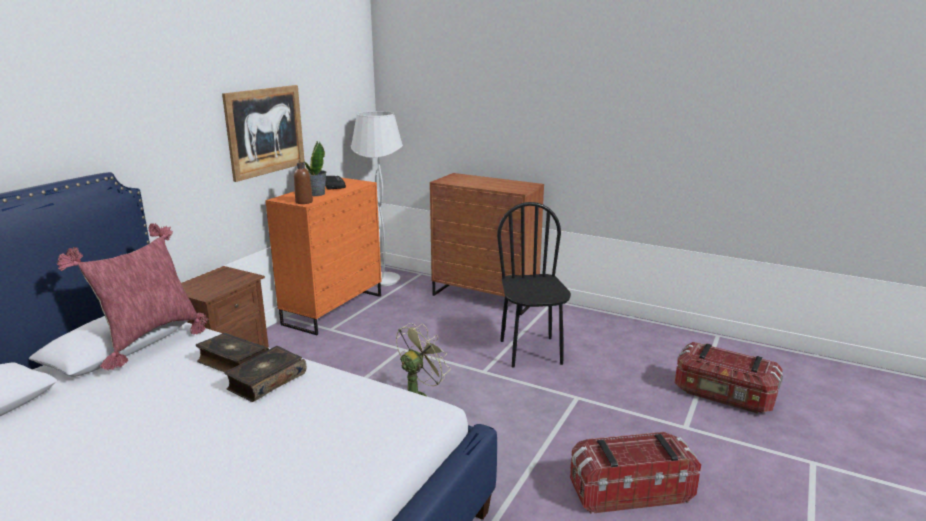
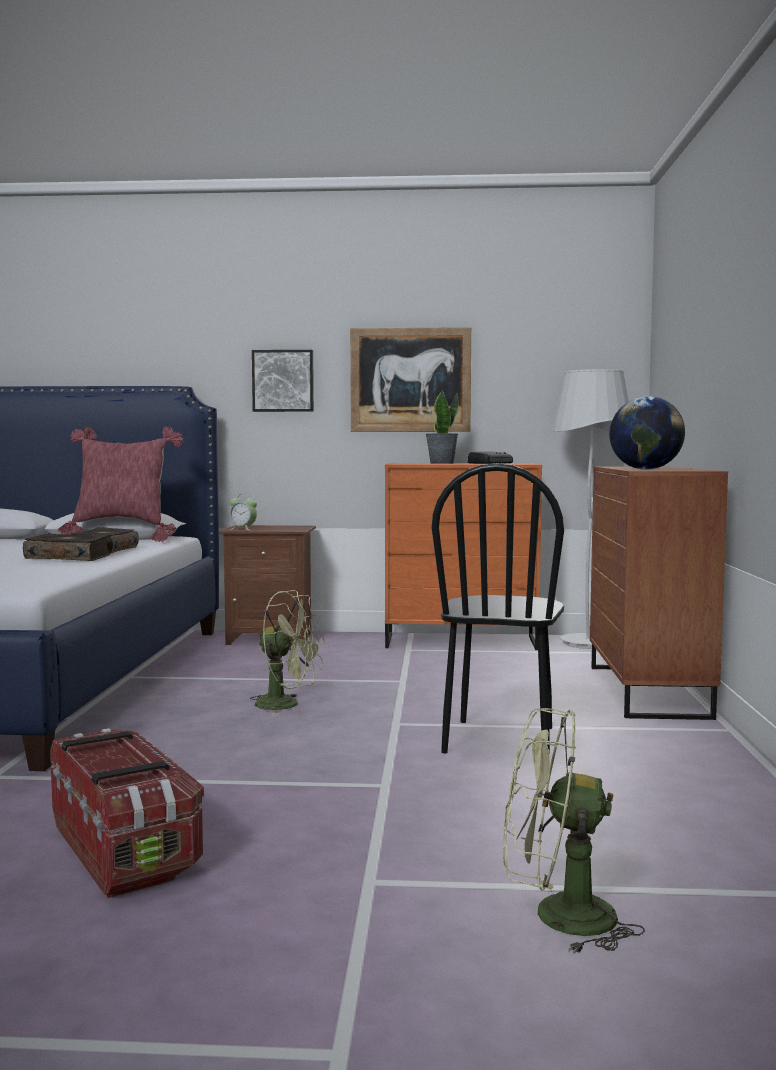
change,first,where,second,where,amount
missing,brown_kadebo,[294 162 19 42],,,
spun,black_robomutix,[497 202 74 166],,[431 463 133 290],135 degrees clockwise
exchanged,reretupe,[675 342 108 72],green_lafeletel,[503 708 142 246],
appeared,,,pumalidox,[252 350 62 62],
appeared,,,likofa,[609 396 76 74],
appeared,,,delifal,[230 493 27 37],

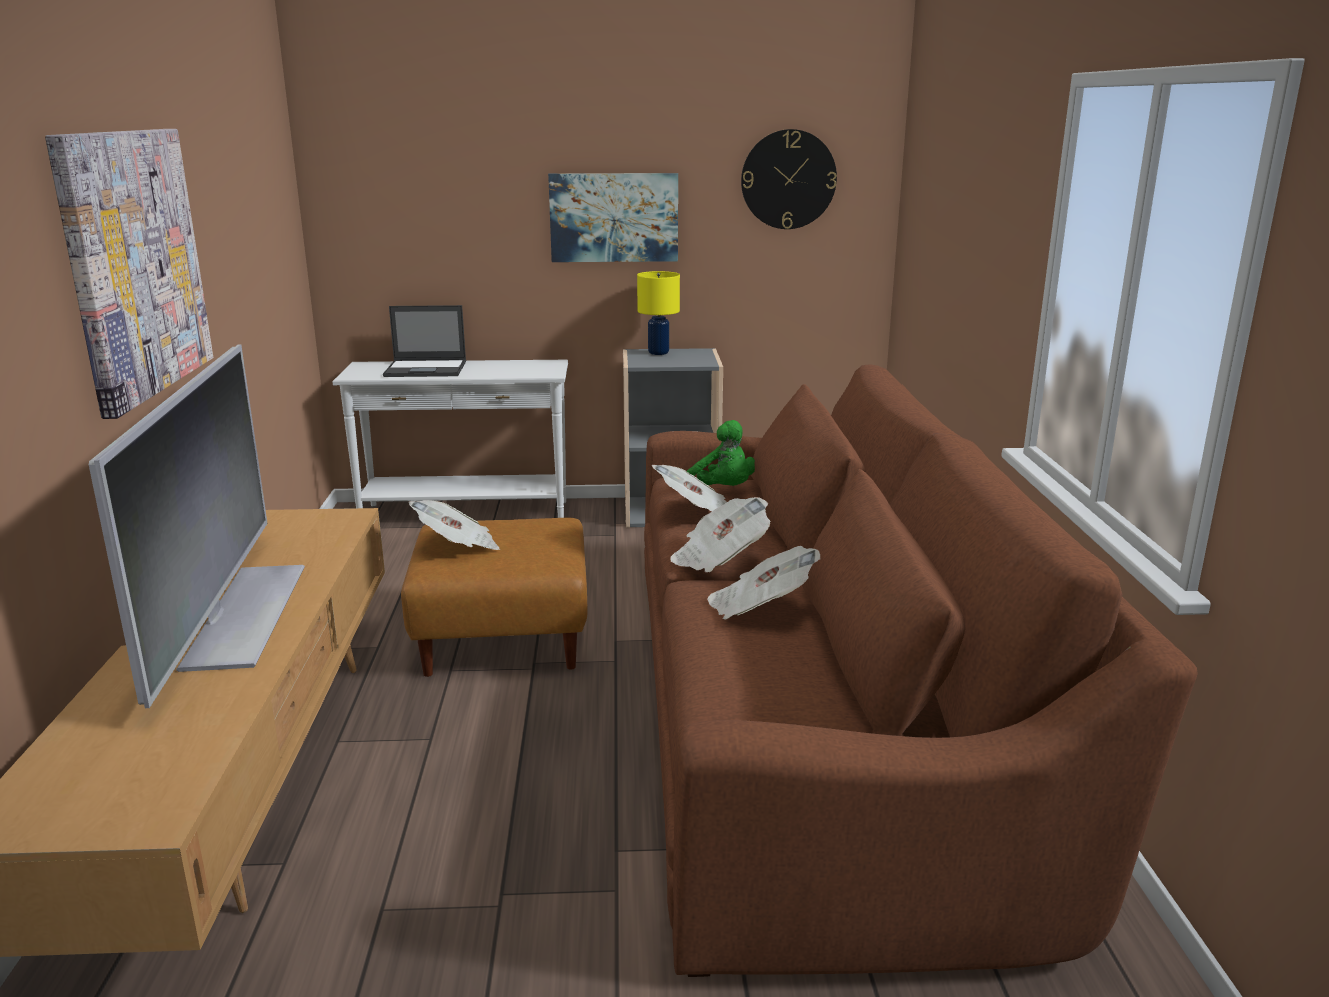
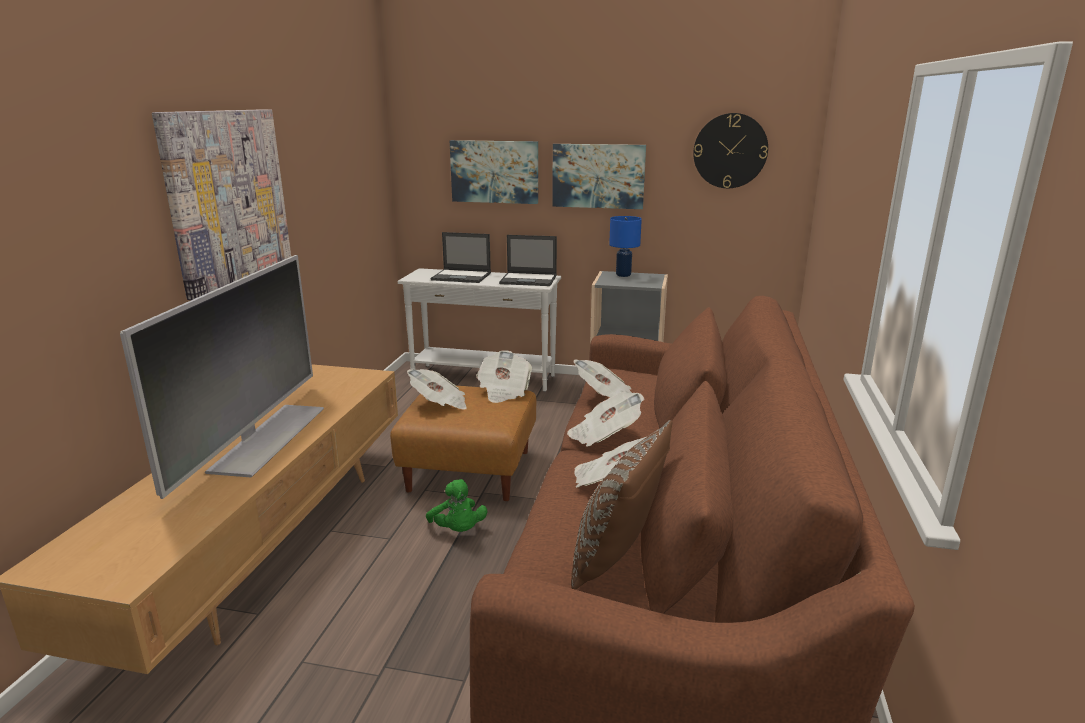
change,first,where,second,where,amount
colour,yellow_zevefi,[637 271 43 84],blue_zevefi,[609 216 33 61],
relocated,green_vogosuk,[687 420 68 66],,[426 479 62 53],
appeared,,,pumalidox,[450 140 88 64],
appeared,,,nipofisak,[499 235 58 51],
appeared,,,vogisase,[477 350 55 53],
appeared,,,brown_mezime,[571 420 101 170],

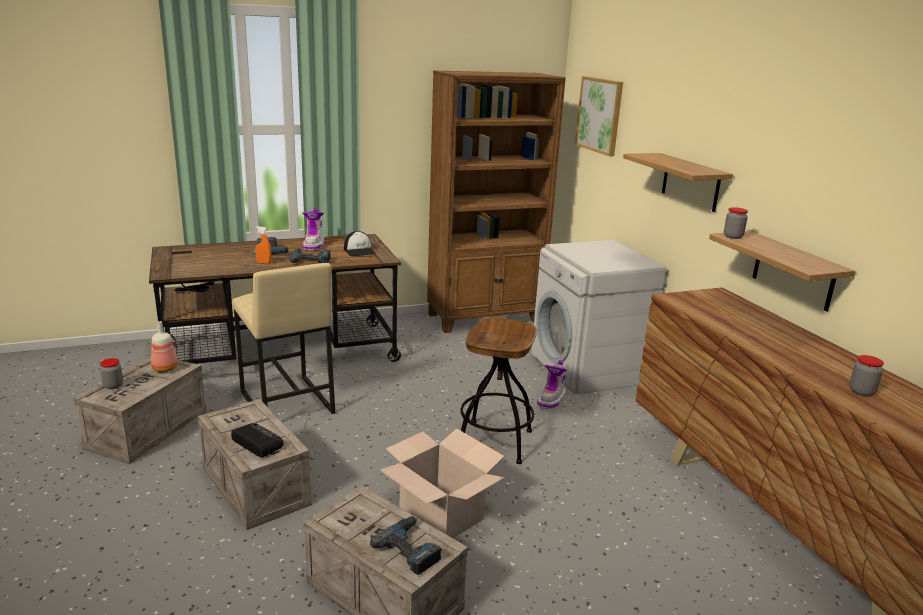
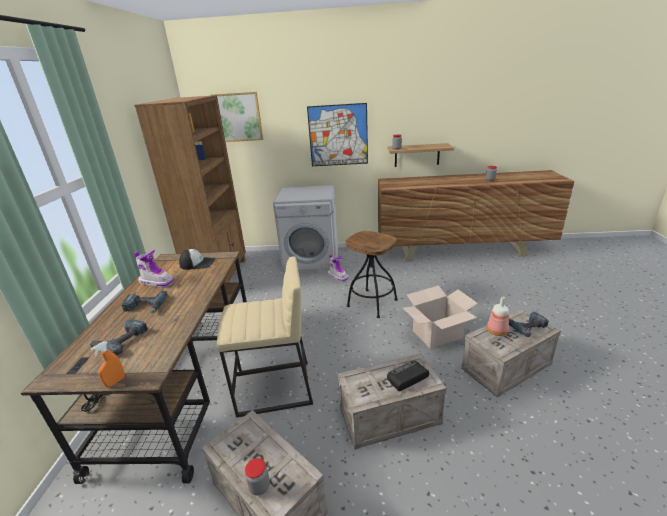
change,first,where,second,where,amount
exchanged,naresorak,[623 153 110 59],pumalidox,[307 103 61 63],
relocated,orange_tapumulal,[255 226 16 38],,[91 341 34 46],
relocated,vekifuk,[289 248 42 15],,[89 319 59 36],
relocated,kadebo,[151 321 27 51],,[487 296 22 40],

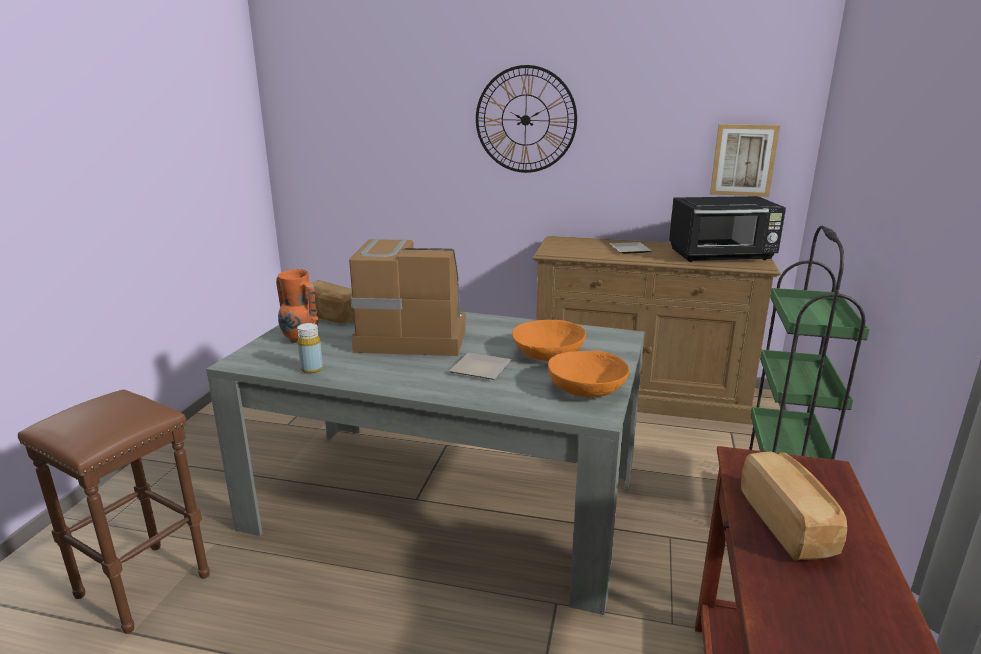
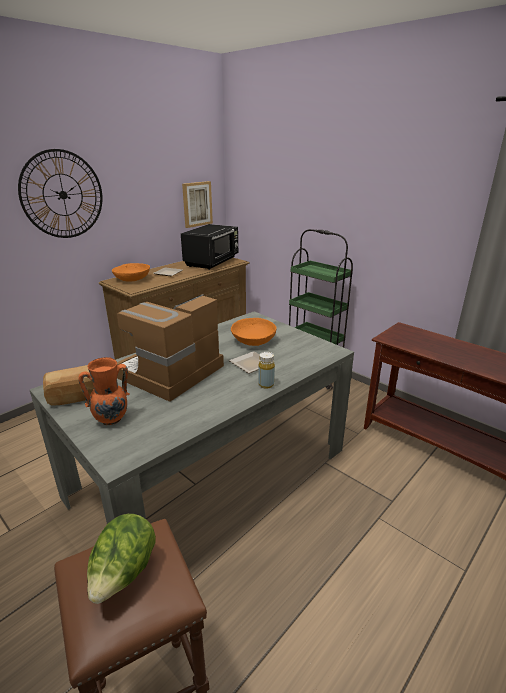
change,first,where,second,where,amount
relocated,yellow_kadebo,[297 323 26 51],,[258 352 17 37],
relocated,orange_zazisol,[548 351 81 46],,[112 263 38 19],
missing,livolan,[741 452 106 109],,,
appeared,,,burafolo,[87 514 69 90],

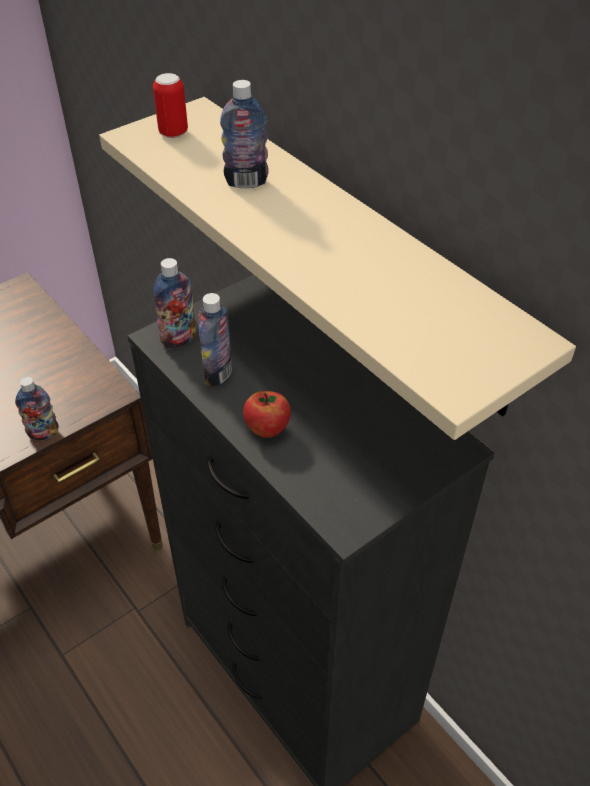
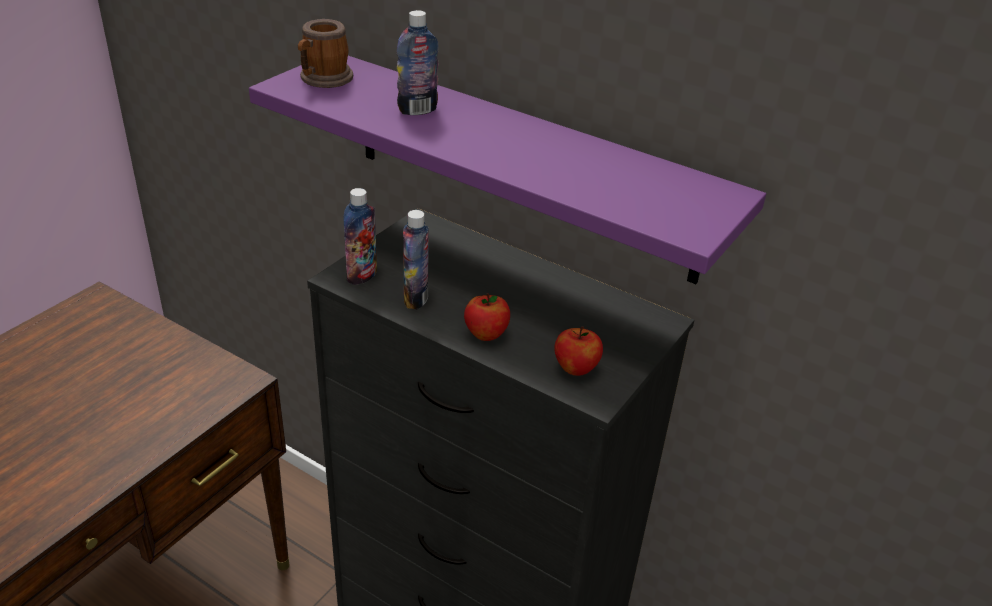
change,first,where,second,where,amount
exchanged,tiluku,[153 73 35 65],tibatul,[298 19 55 69],
colour,beige_naresorak,[99 97 477 343],purple_naresorak,[249 56 517 228],
missing,kadebo,[15 377 44 63],,,
appeared,,,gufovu,[554 326 49 50],

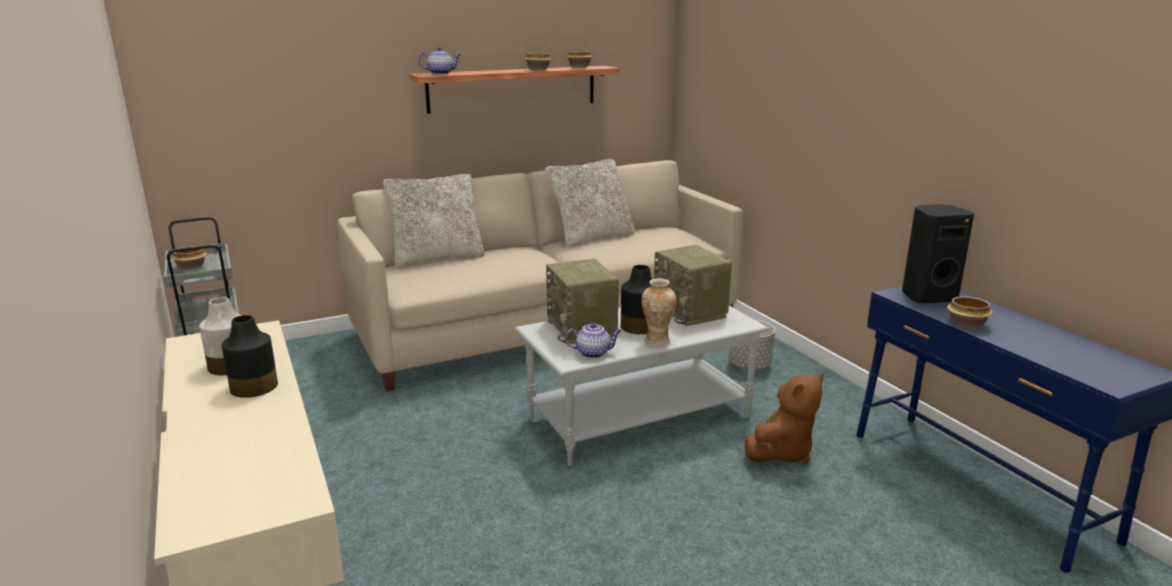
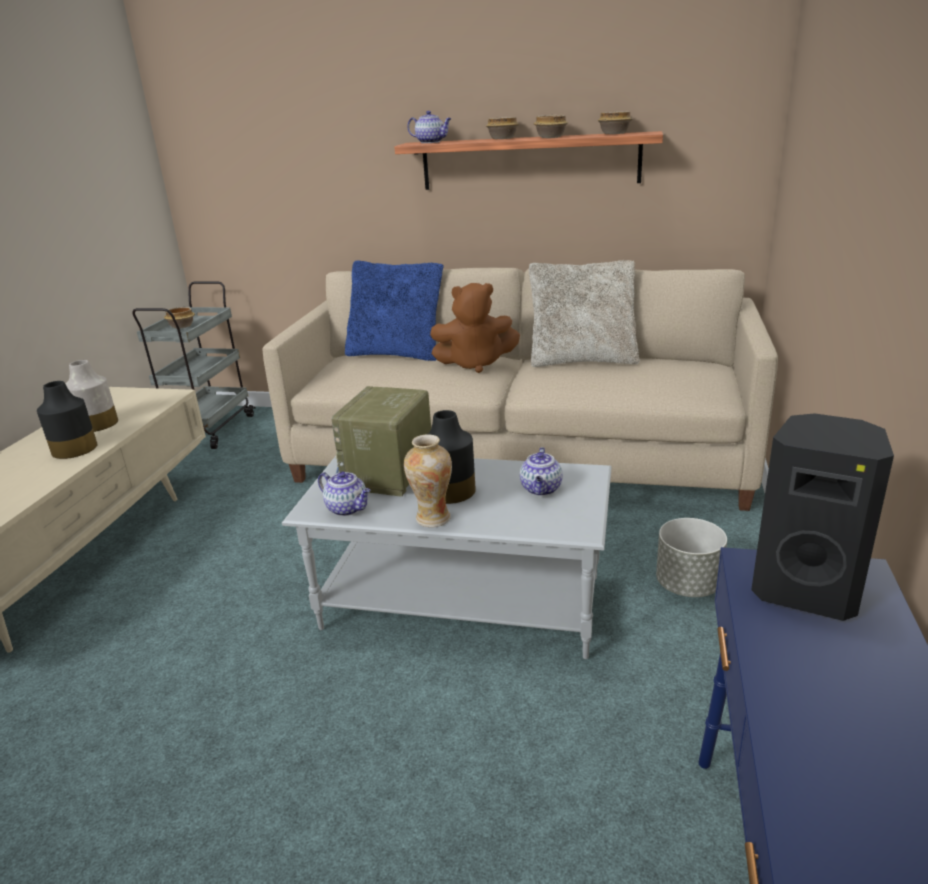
change,first,where,second,where,amount
colour,beige_mezime,[383 174 102 92],blue_mezime,[345 260 99 101],
exchanged,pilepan,[654 245 78 81],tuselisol,[520 447 43 49],
relocated,zazisol,[947 296 46 33],,[486 117 33 22],
relocated,brown_vogosuk,[744 374 80 89],,[430 283 90 90],

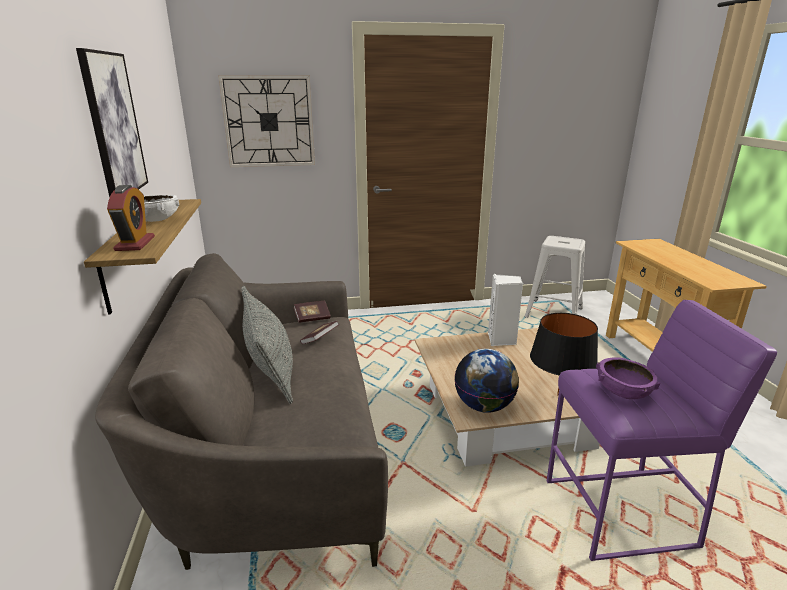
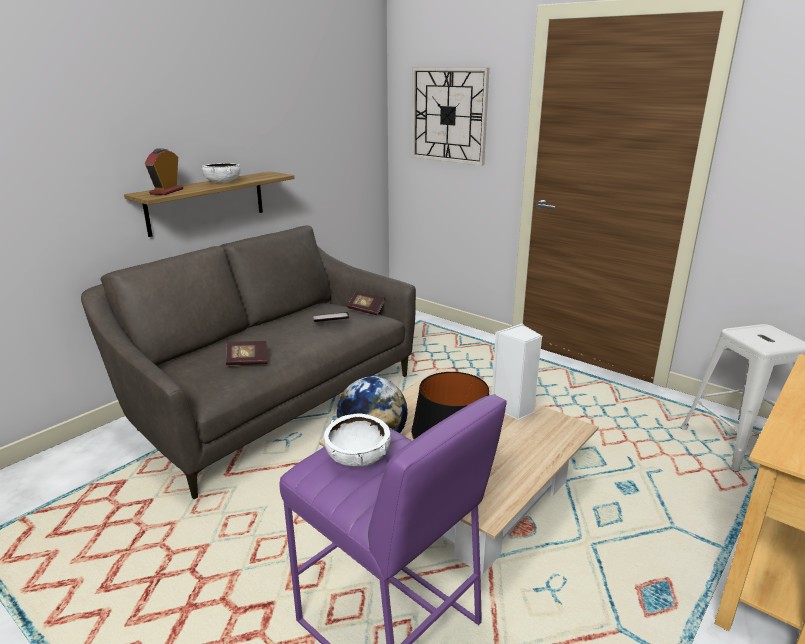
change,first,where,second,where,amount
missing,pumalidox,[76 48 72 149],,,
spun,delifal,[107 185 48 66],,[145 148 38 47],150 degrees clockwise
missing,grey_mezime,[241 286 52 118],,,
colour,purple_zazisol,[596 357 64 42],white_zazisol,[324 413 67 54],
appeared,,,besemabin,[226 341 42 24],

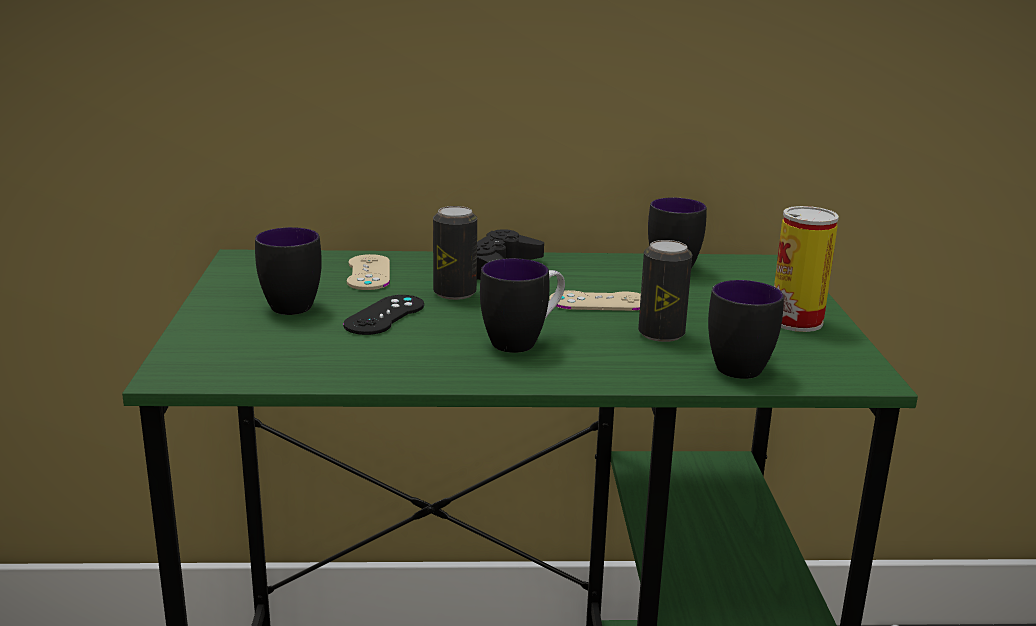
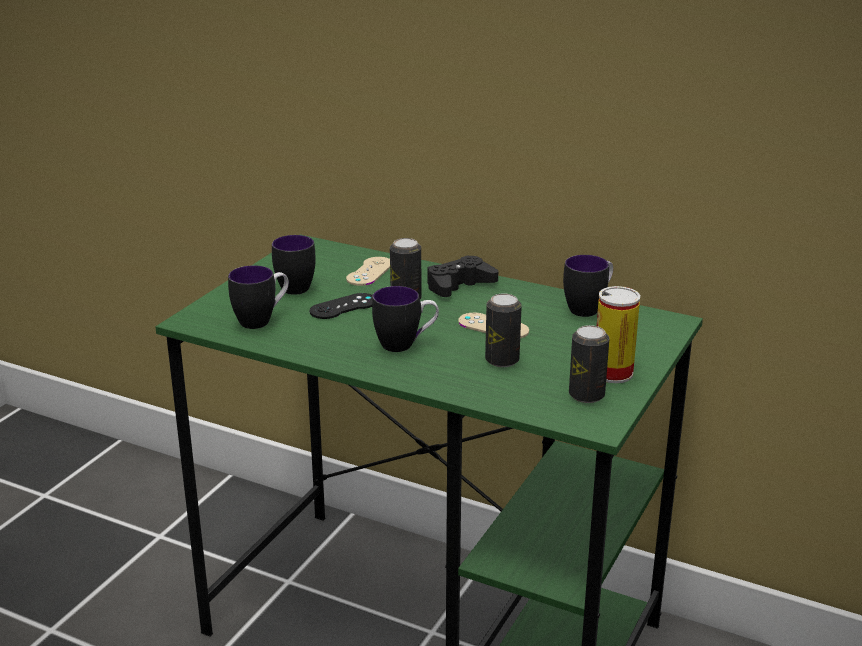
change,first,where,second,where,amount
relocated,tibatul,[708 280 76 99],,[228 265 61 64],
appeared,,,tiluku,[569 325 41 78],

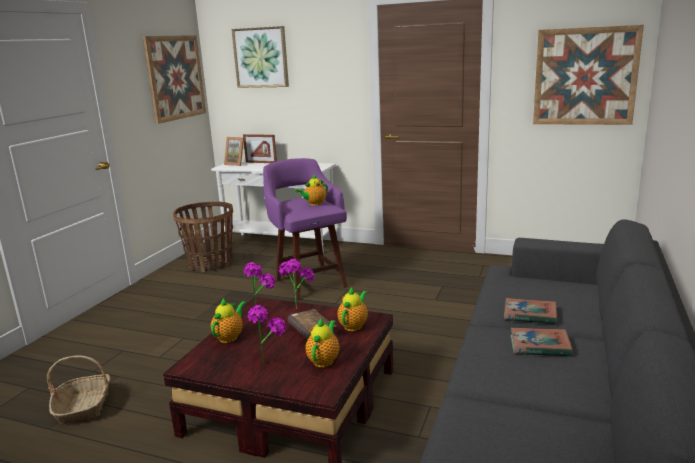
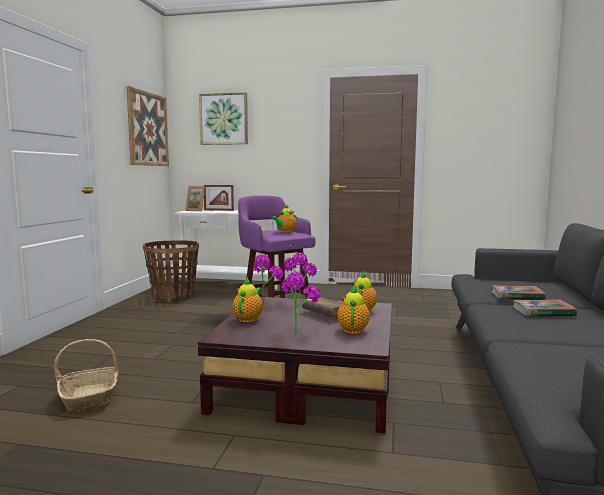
change,first,where,second,where,amount
missing,pumalidox,[533 25 111 100],,,

